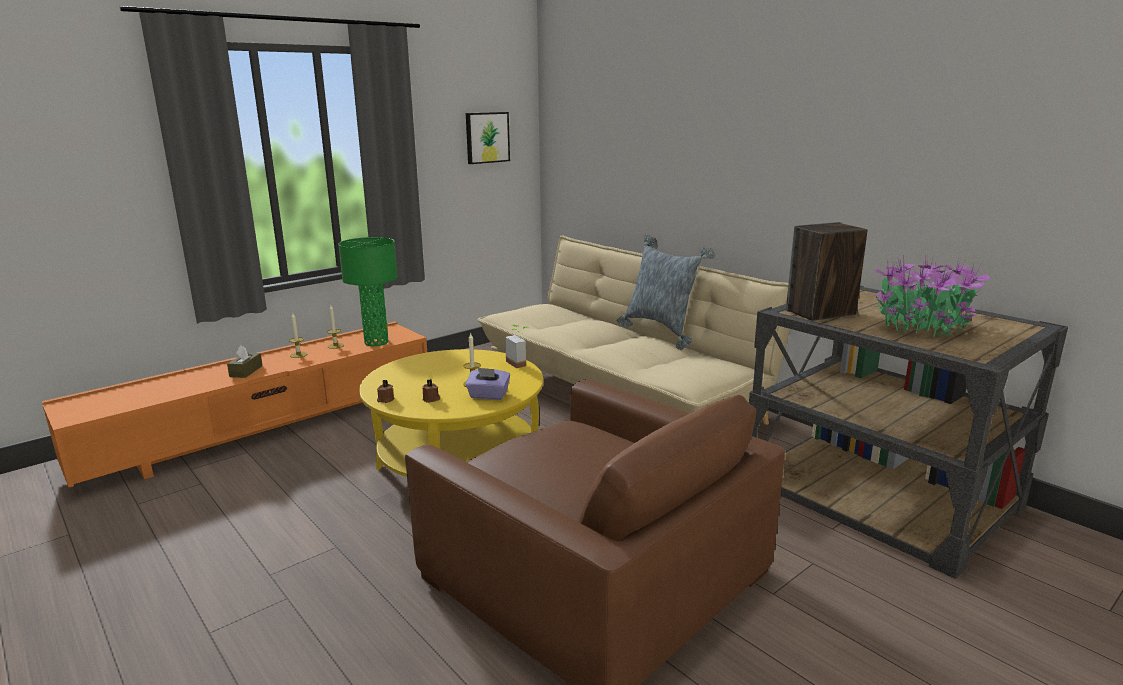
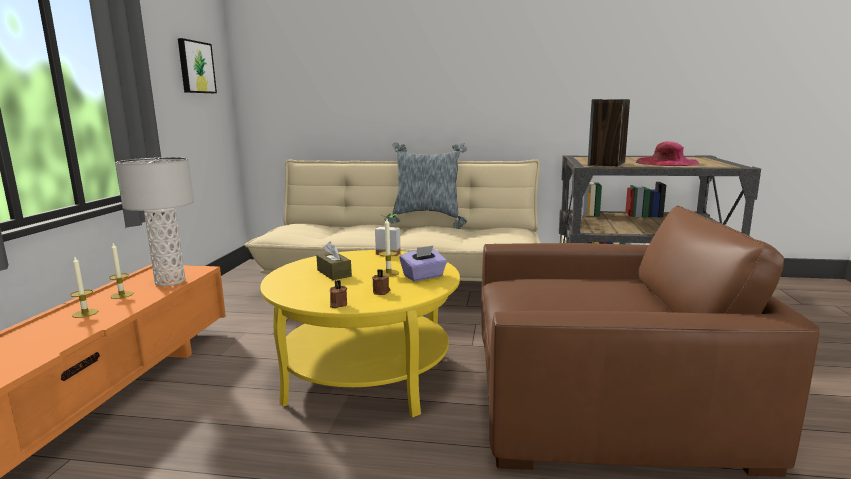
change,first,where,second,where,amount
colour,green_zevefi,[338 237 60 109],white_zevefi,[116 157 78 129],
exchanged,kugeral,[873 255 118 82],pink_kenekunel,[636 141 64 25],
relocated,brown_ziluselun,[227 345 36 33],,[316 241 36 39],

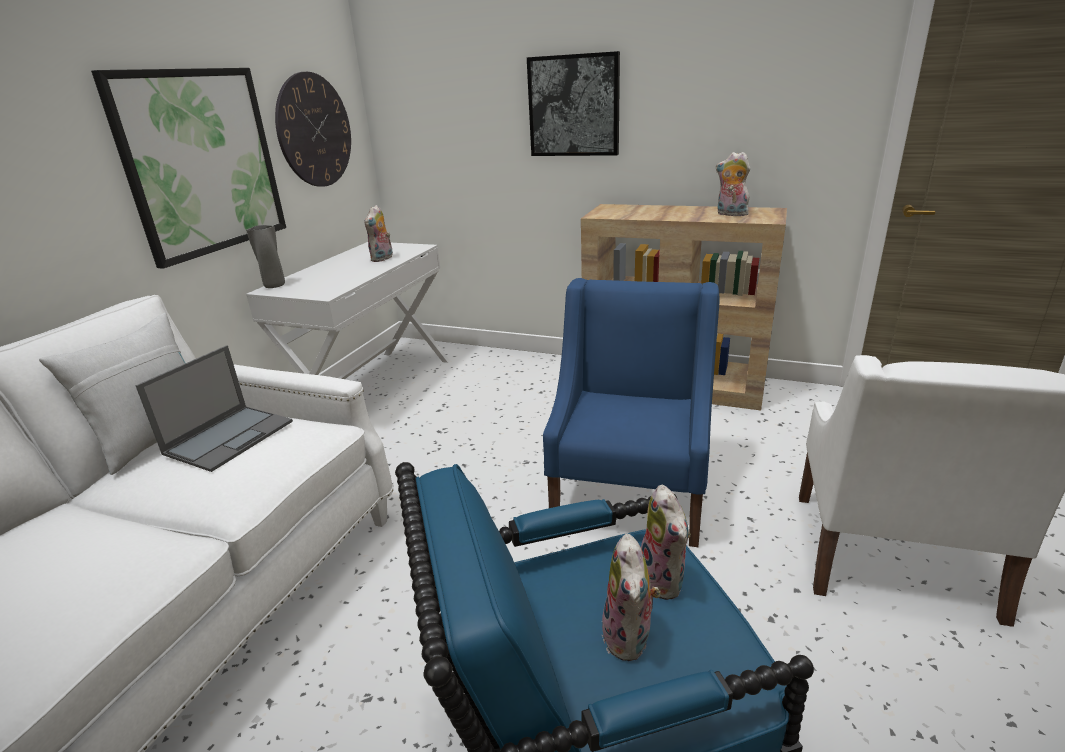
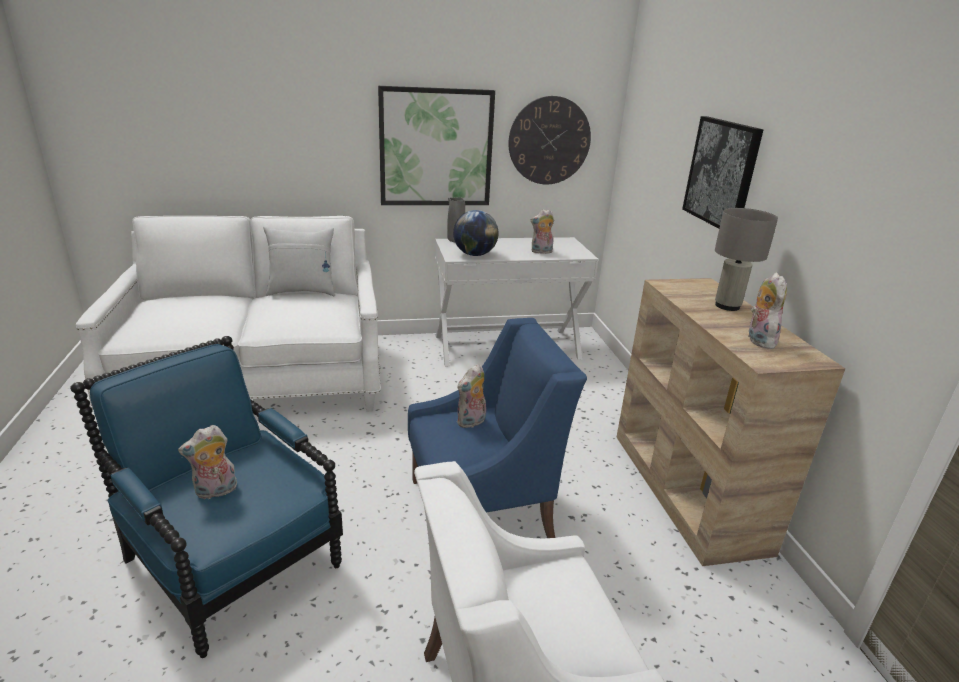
change,first,where,second,where,amount
missing,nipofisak,[135 345 158 127],,,
relocated,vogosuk,[641 485 49 115],,[457 364 29 64],
appeared,,,grey_zevefi,[715 208 63 103],
appeared,,,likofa,[453 210 46 46],

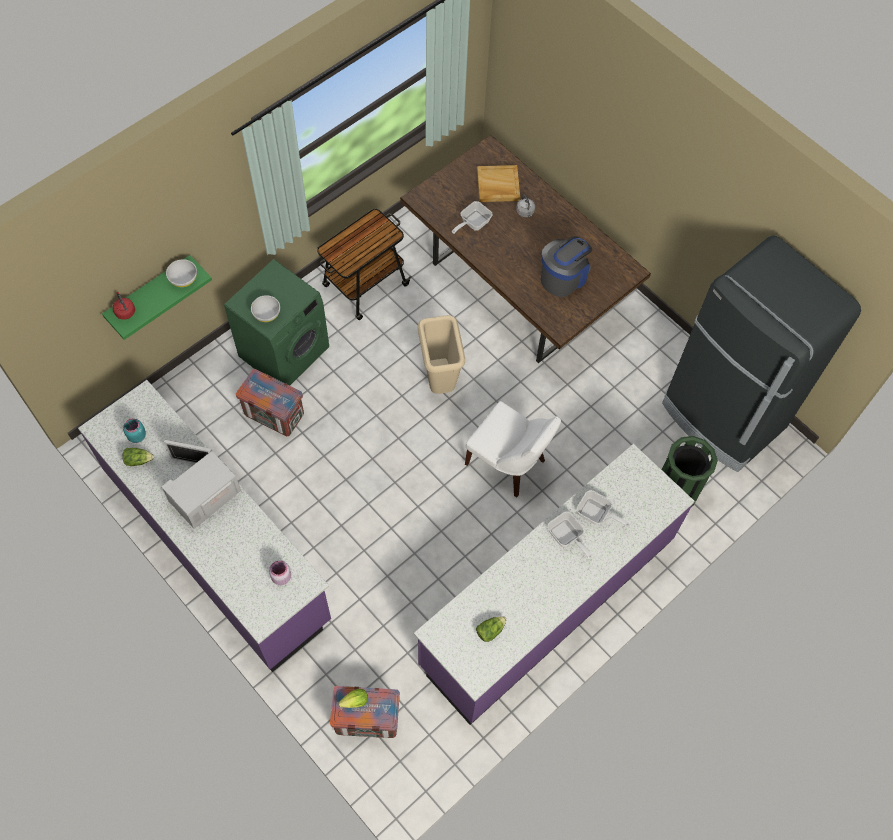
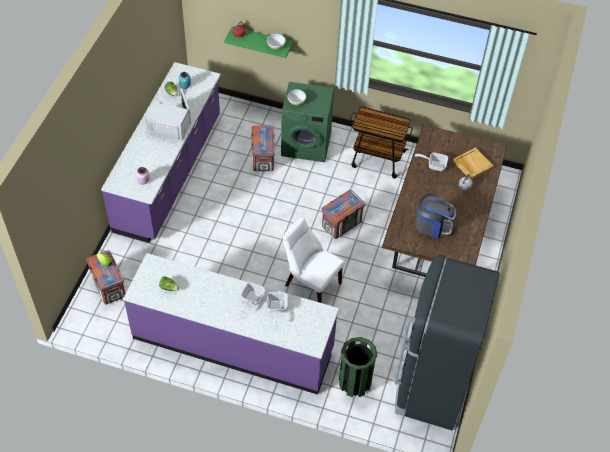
change,first,where,second,where,amount
exchanged,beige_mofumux,[418 315 47 79],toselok,[321 190 44 49],
spun,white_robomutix,[465 401 96 96],,[283 217 61 86],120 degrees clockwise

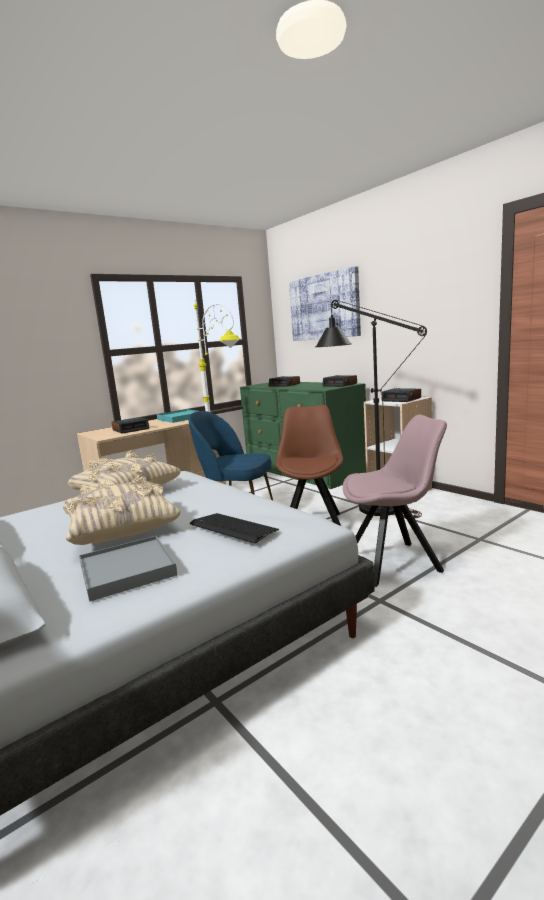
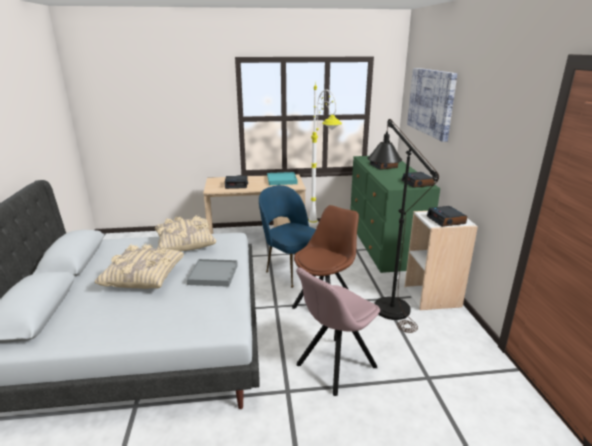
change,first,where,second,where,amount
spun,pink_robomutix,[343 415 104 172],,[296 267 84 129],120 degrees clockwise
missing,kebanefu,[190 513 89 30],,,
relocated,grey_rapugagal,[79 536 98 66],,[187 259 51 28],

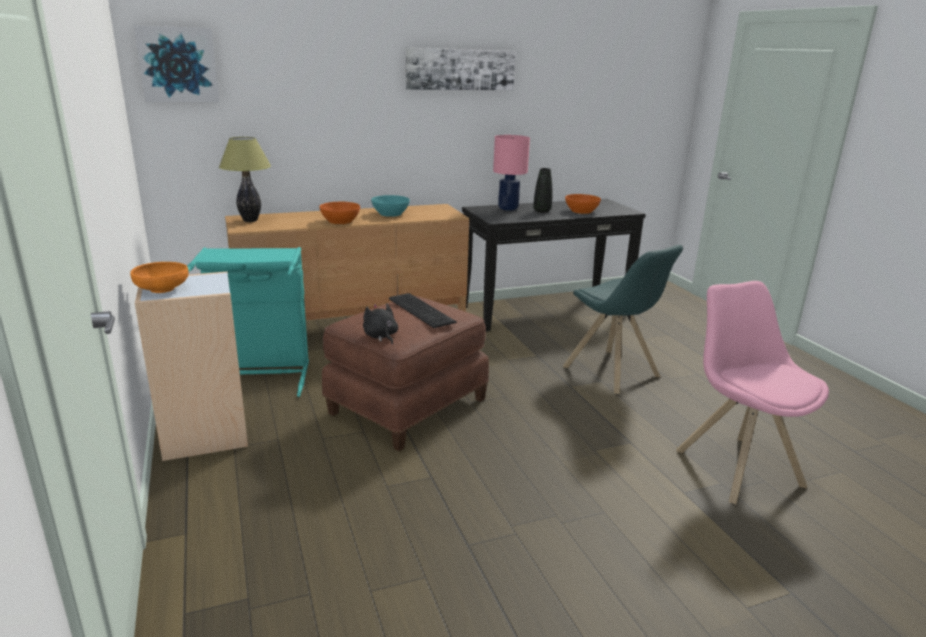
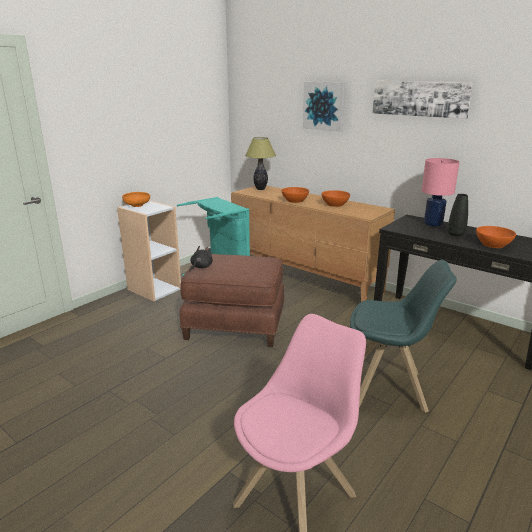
change,first,where,second,where,amount
relocated,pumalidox,[134 25 85 77],,[303 82 43 50],
colour,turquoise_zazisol,[371 195 39 22],orange_zazisol,[322 190 28 17],
spun,turquoise_robomutix,[563 245 120 150],,[350 260 107 153],105 degrees counterclockwise
missing,kebanefu,[389 293 68 35],,,

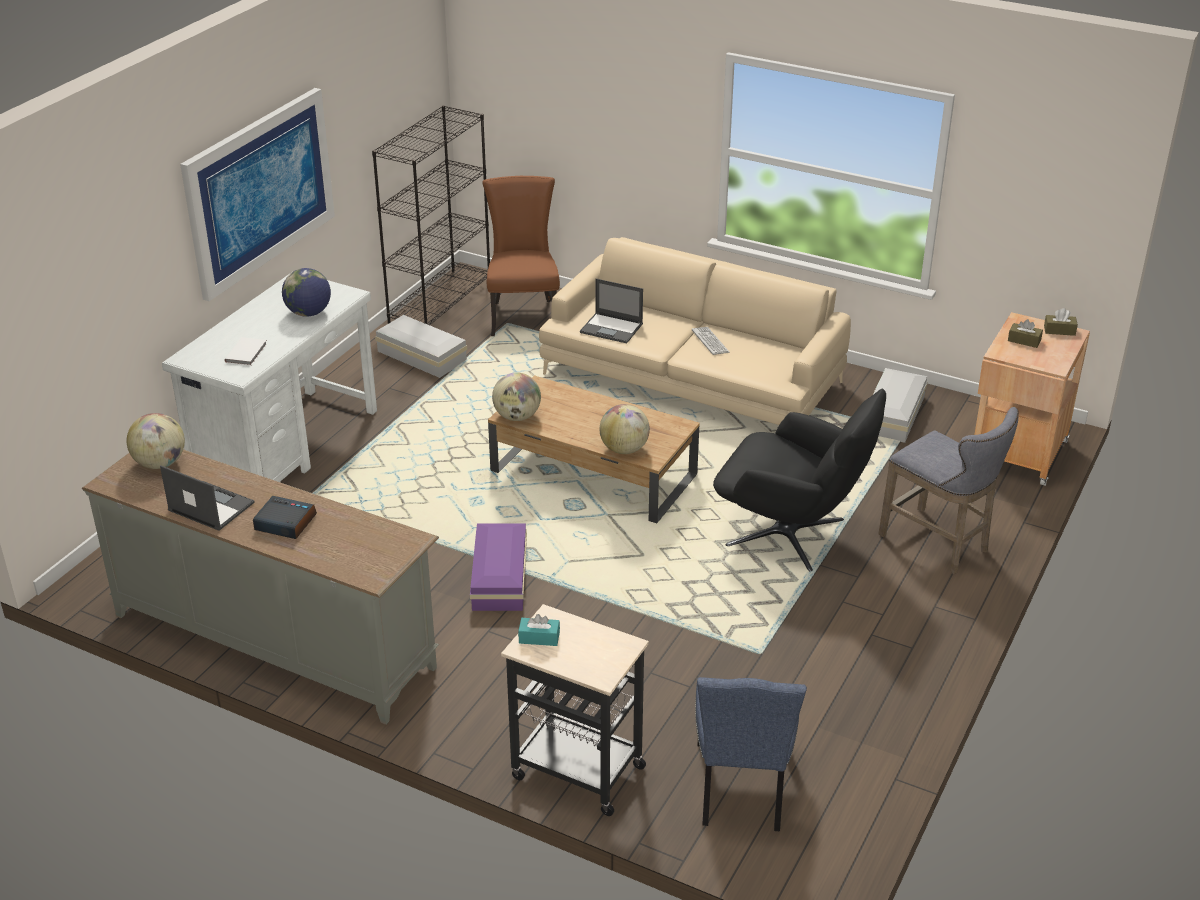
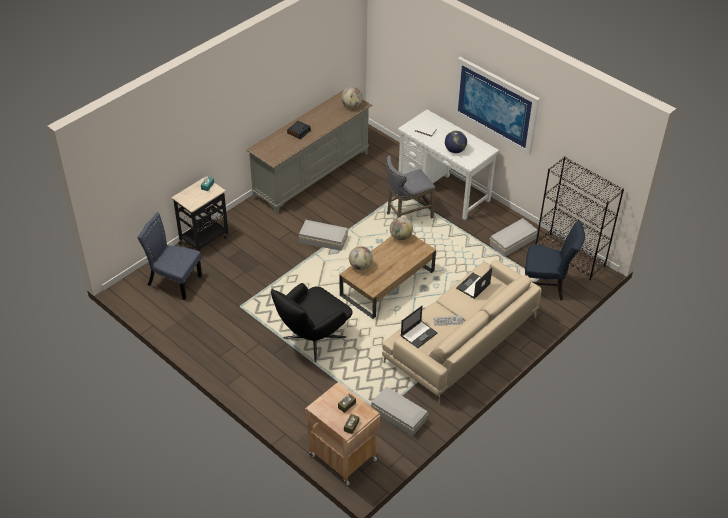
change,first,where,second,where,amount
colour,brown_robomutix,[482 176 78 160],blue_robomutix,[525 221 60 80],
relocated,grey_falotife,[878 407 141 167],,[386 155 49 64],
relocated,nipofisak,[160 465 95 66],,[401 306 36 42],
colour,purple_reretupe,[470 523 57 88],white_reretupe,[299 220 49 31],

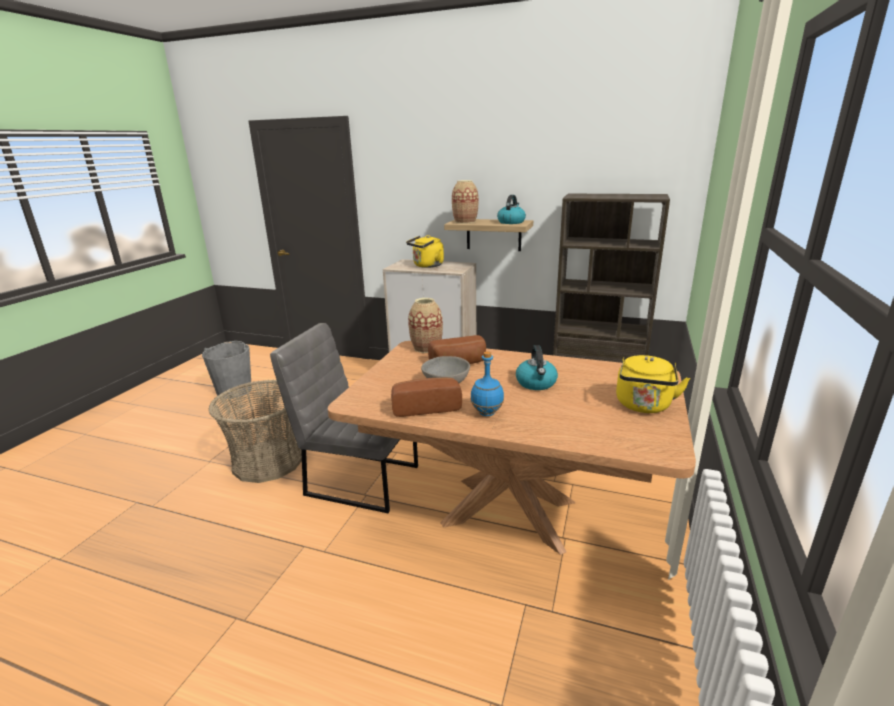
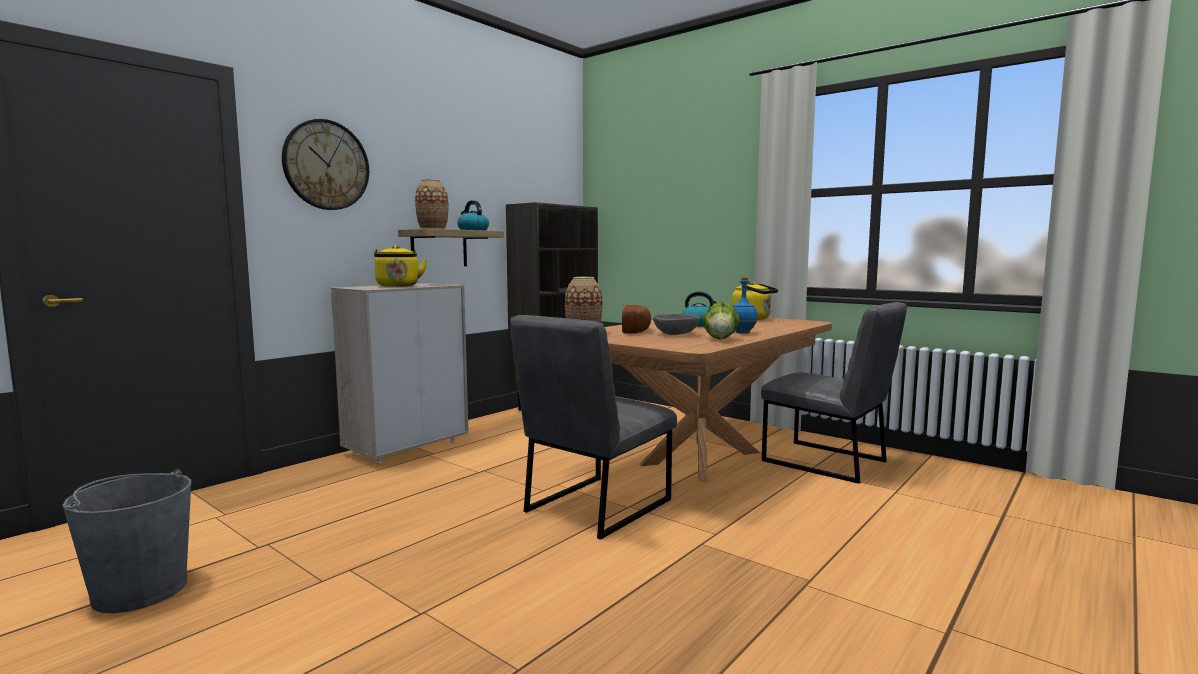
change,first,where,second,where,amount
exchanged,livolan,[391 377 71 40],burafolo,[703 302 37 37],
missing,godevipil,[208 380 94 103],,,
appeared,,,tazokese,[282 119 87 91],
appeared,,,grey_robomutix,[761 302 146 182],

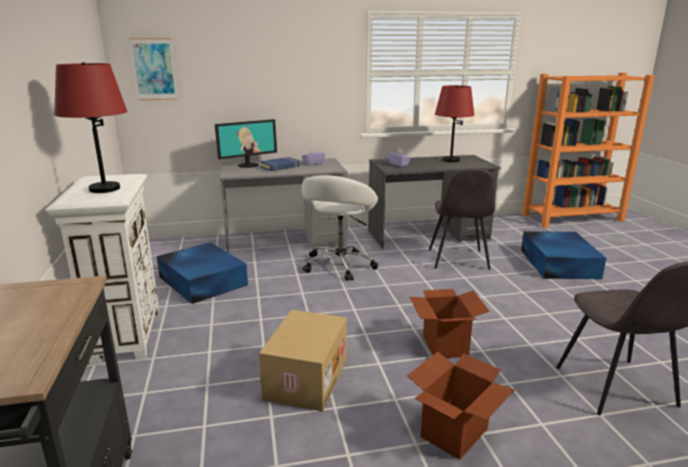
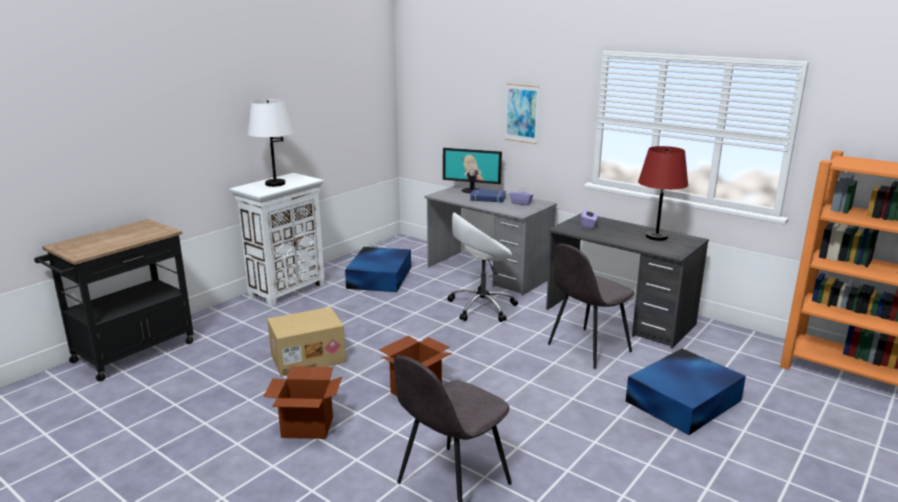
change,first,where,second,where,amount
relocated,pumalidox,[129 38 49 62],,[505 83 34 61],
colour,red_zevefi,[54 62 74 131],white_zevefi,[248 99 45 88],

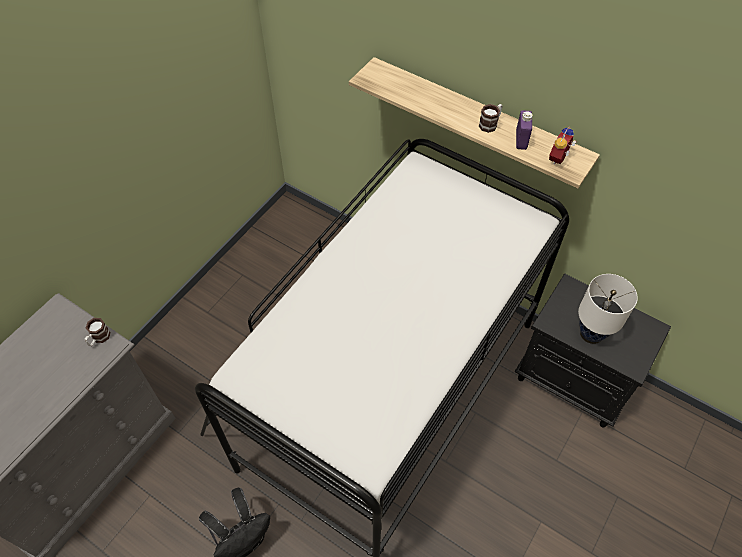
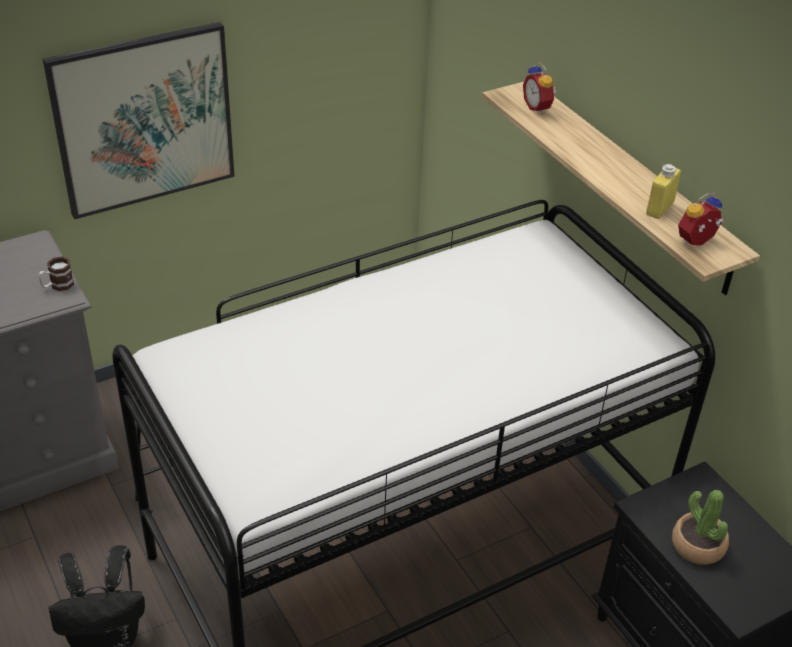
change,first,where,second,where,amount
missing,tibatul,[479 104 23 29],,,
colour,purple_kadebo,[516 110 17 40],yellow_kadebo,[646 164 35 55],
exchanged,white_zevefi,[578 274 60 70],kugeral,[672 490 57 75],
appeared,,,pumalidox,[43 22 192 197],
appeared,,,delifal,[523 62 33 52],

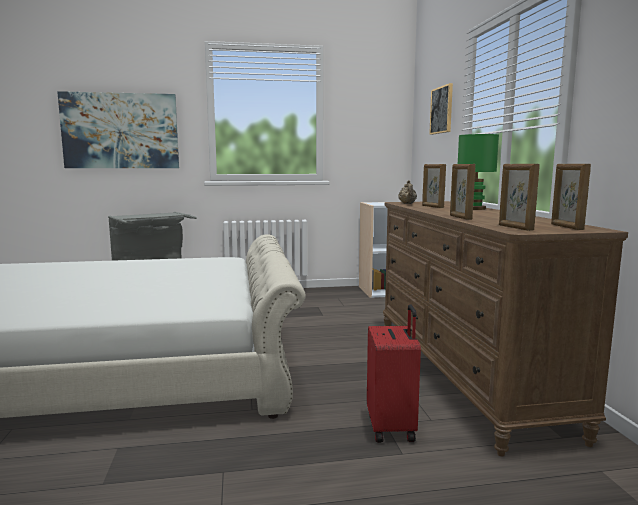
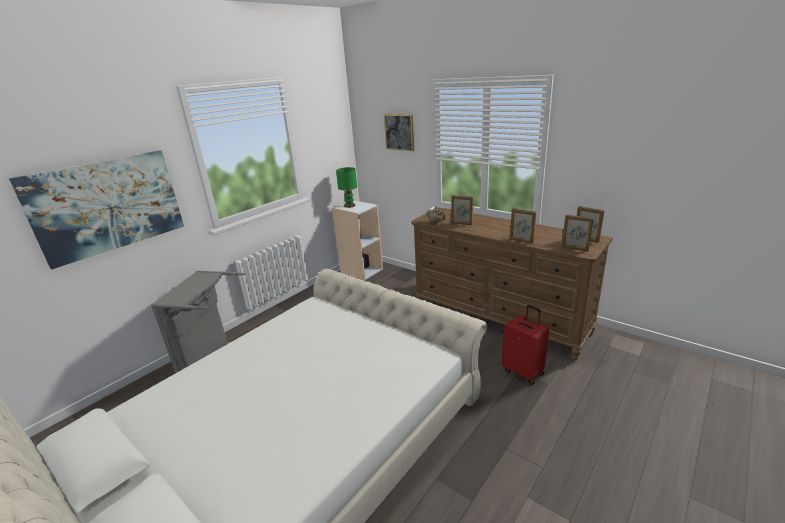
change,first,where,second,where,amount
relocated,green_zevefi,[458 134 41 76],,[336 167 21 41],

